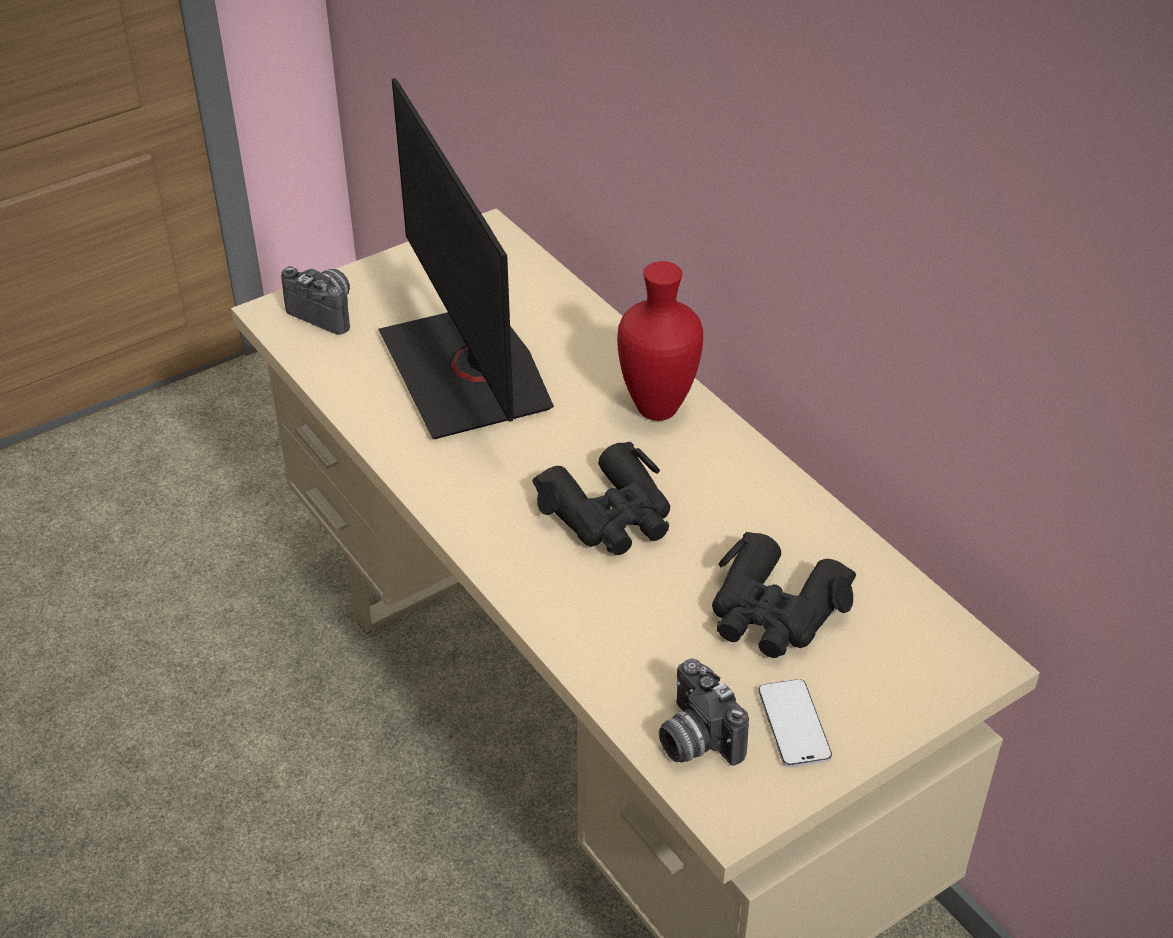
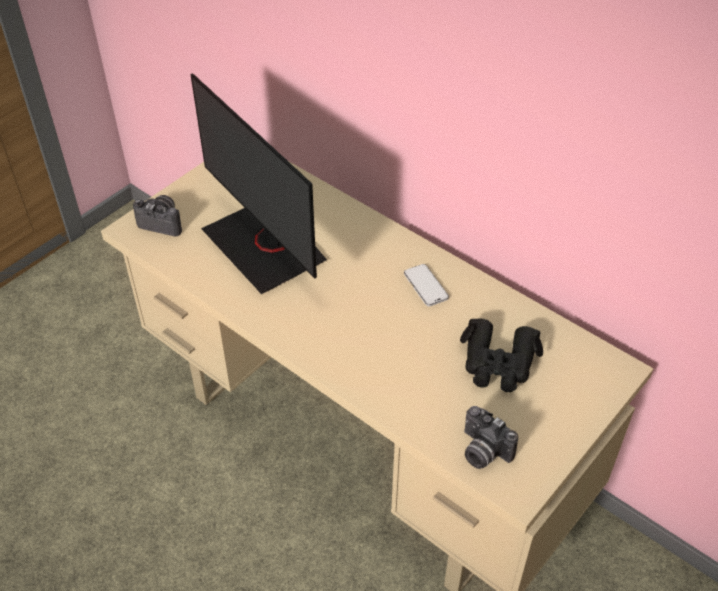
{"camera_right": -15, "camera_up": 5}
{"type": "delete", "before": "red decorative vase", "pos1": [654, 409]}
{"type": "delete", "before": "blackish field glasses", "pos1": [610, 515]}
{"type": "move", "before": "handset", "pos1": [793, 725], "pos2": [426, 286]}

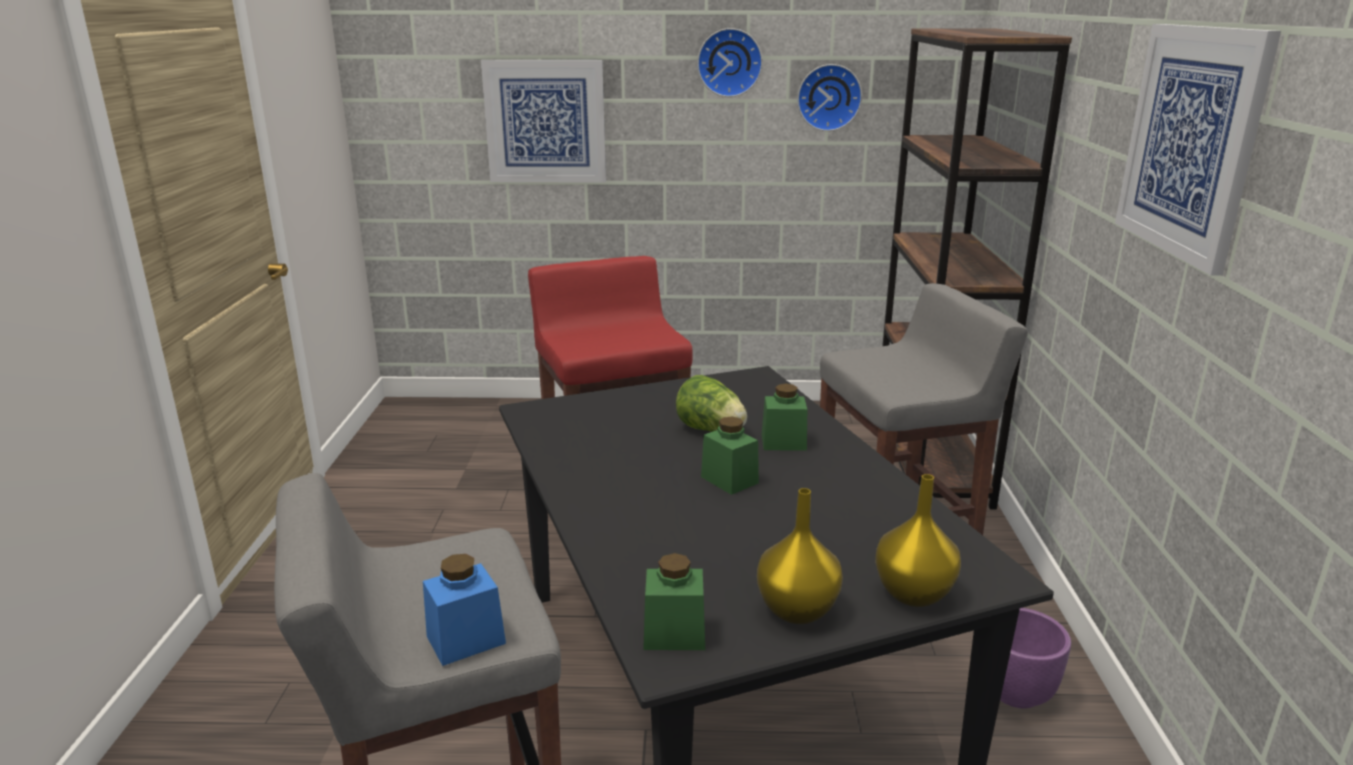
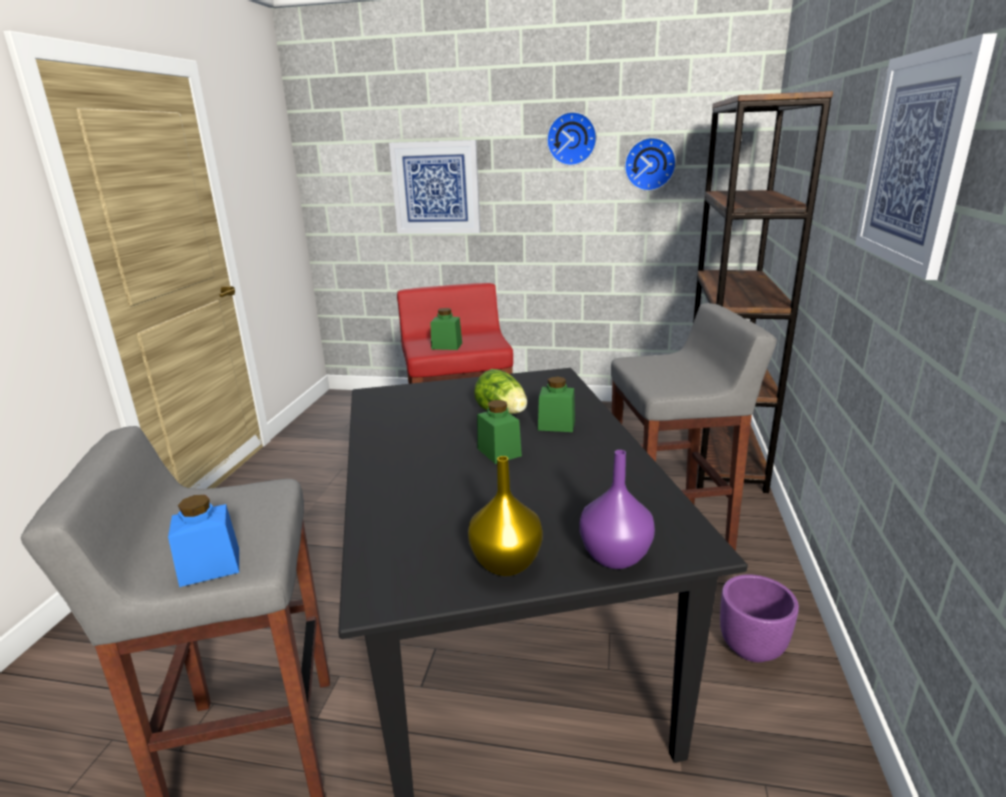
{"camera_right": 10, "camera_up": 0}
{"type": "recolor", "before": "yellowish decorative vase", "after": "purplish decorative vase", "pos1": [913, 594], "pos2": [614, 557]}
{"type": "move", "before": "greenish preserve jar", "pos1": [674, 634], "pos2": [447, 346]}

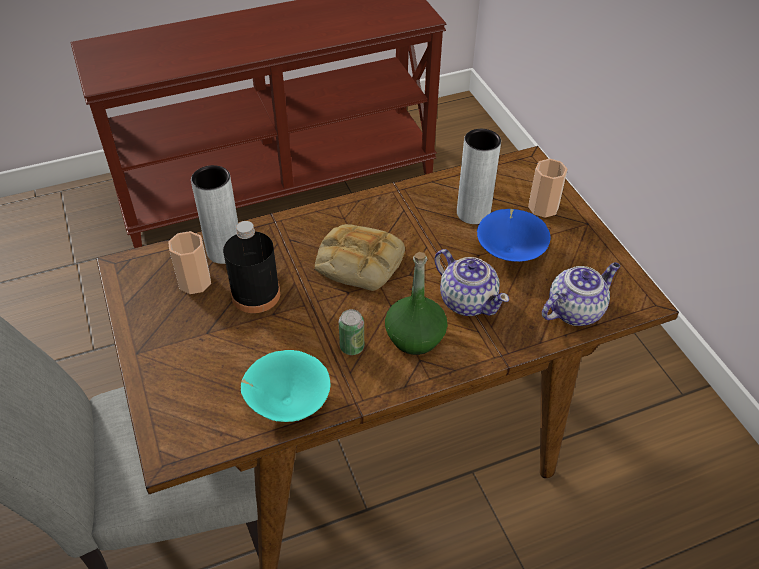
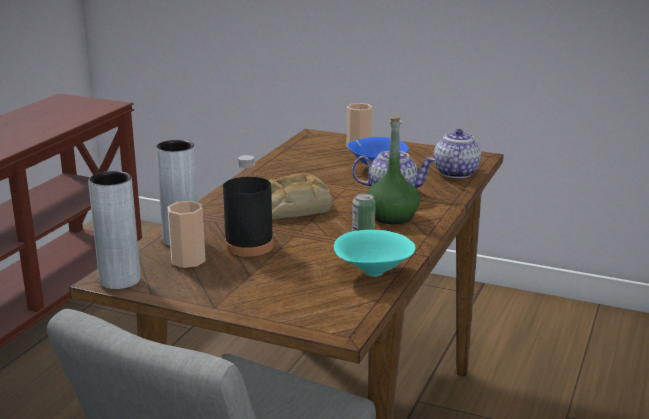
{"camera_right": -45, "camera_up": -25}
{"type": "move", "before": "gray decorative vase", "pos1": [473, 213], "pos2": [120, 280]}

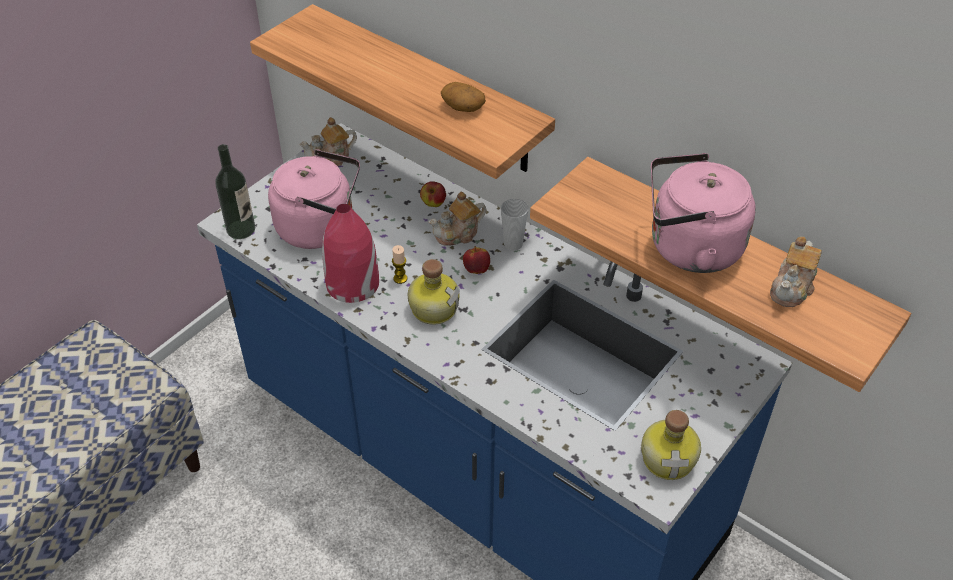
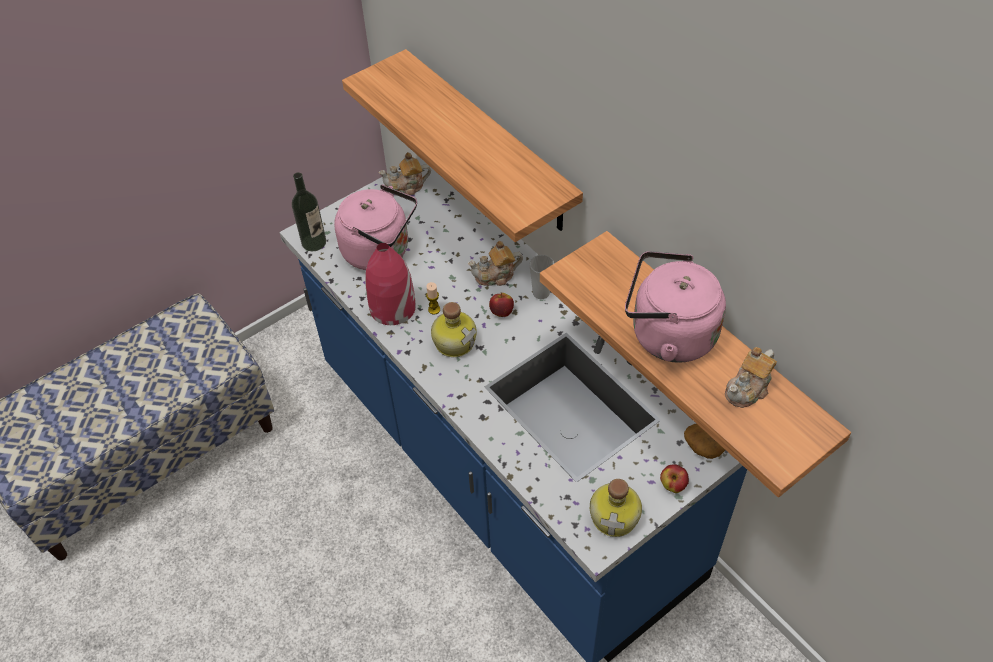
{"camera_right": 15, "camera_up": 5}
{"type": "move", "before": "potato", "pos1": [462, 107], "pos2": [702, 447]}
{"type": "move", "before": "whole apple", "pos1": [433, 204], "pos2": [673, 485]}

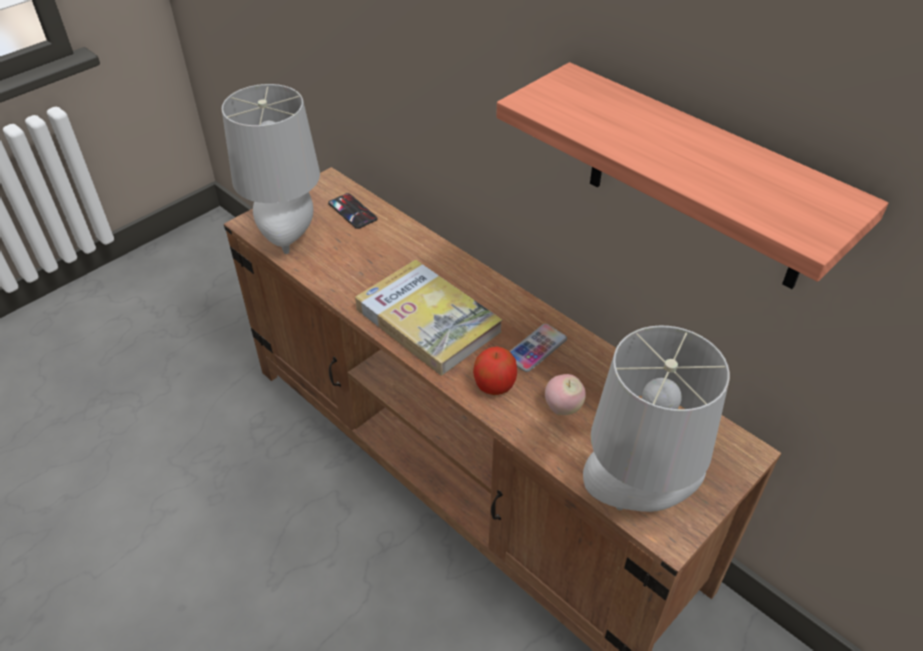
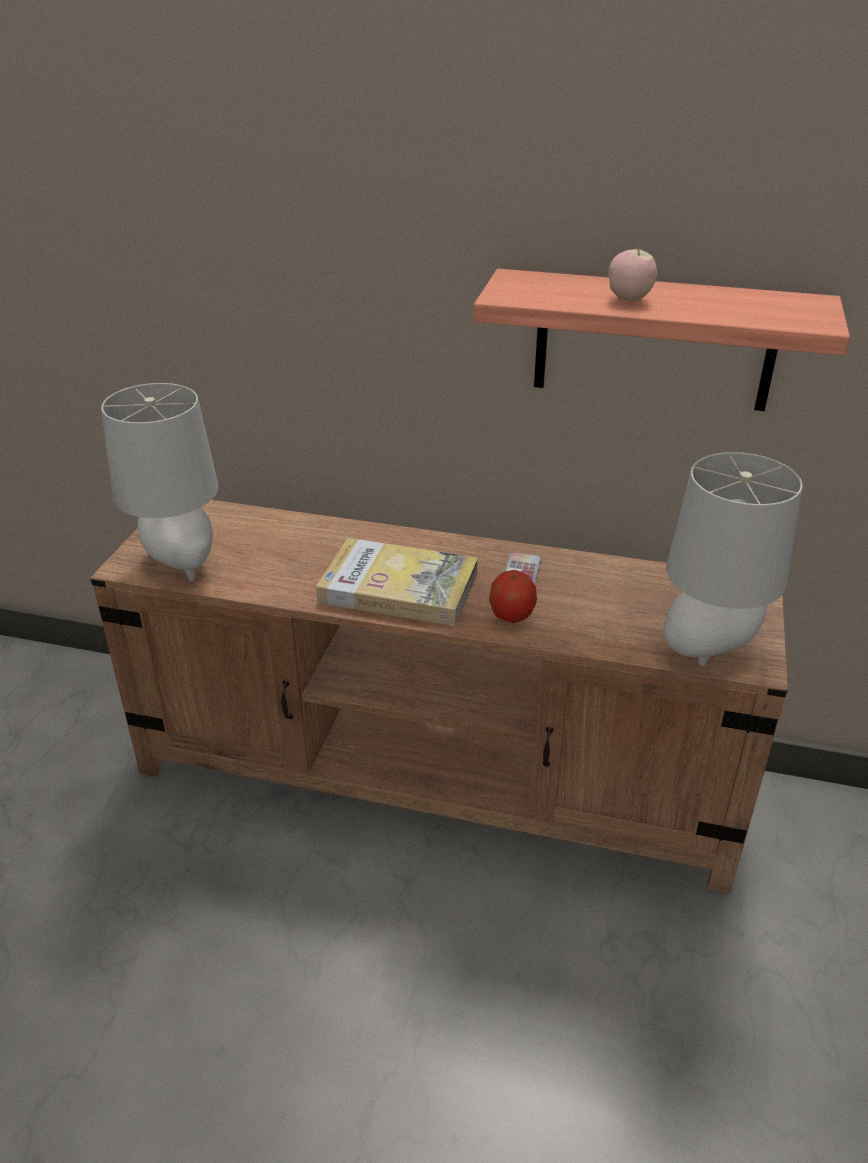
{"camera_right": -30, "camera_up": -10}
{"type": "delete", "before": "handset", "pos1": [352, 211]}
{"type": "move", "before": "whole apple", "pos1": [563, 408], "pos2": [629, 299]}

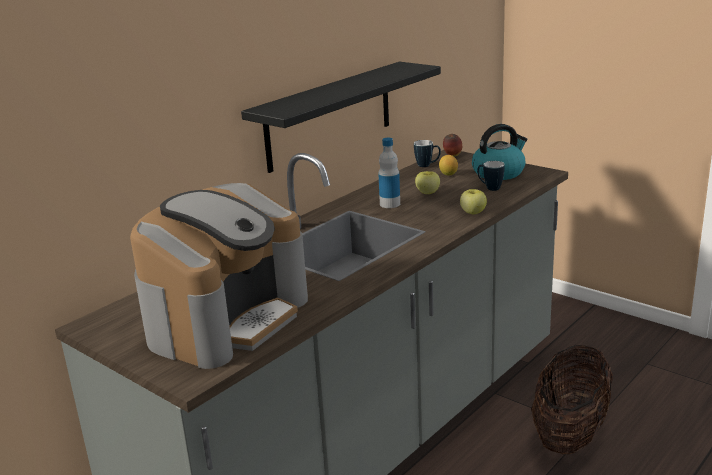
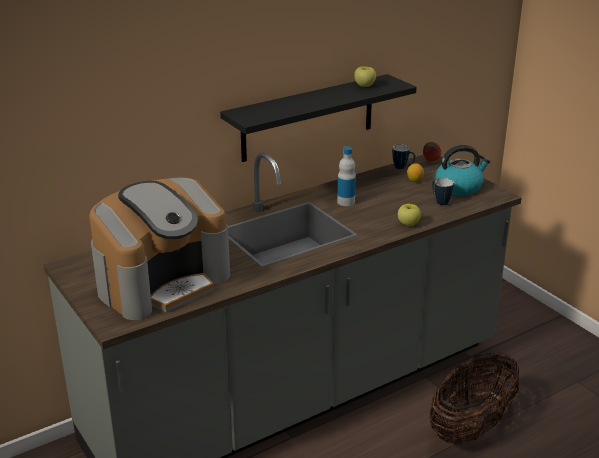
{"camera_right": 15, "camera_up": 5}
{"type": "move", "before": "whole apple", "pos1": [427, 193], "pos2": [364, 86]}

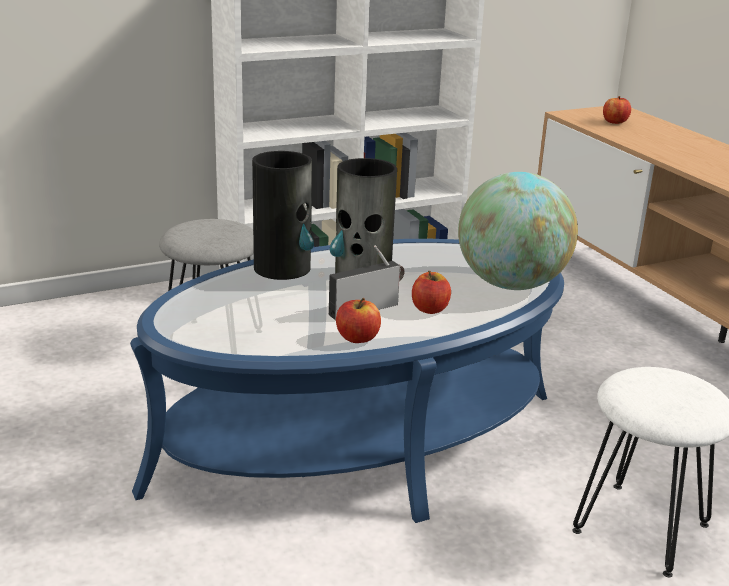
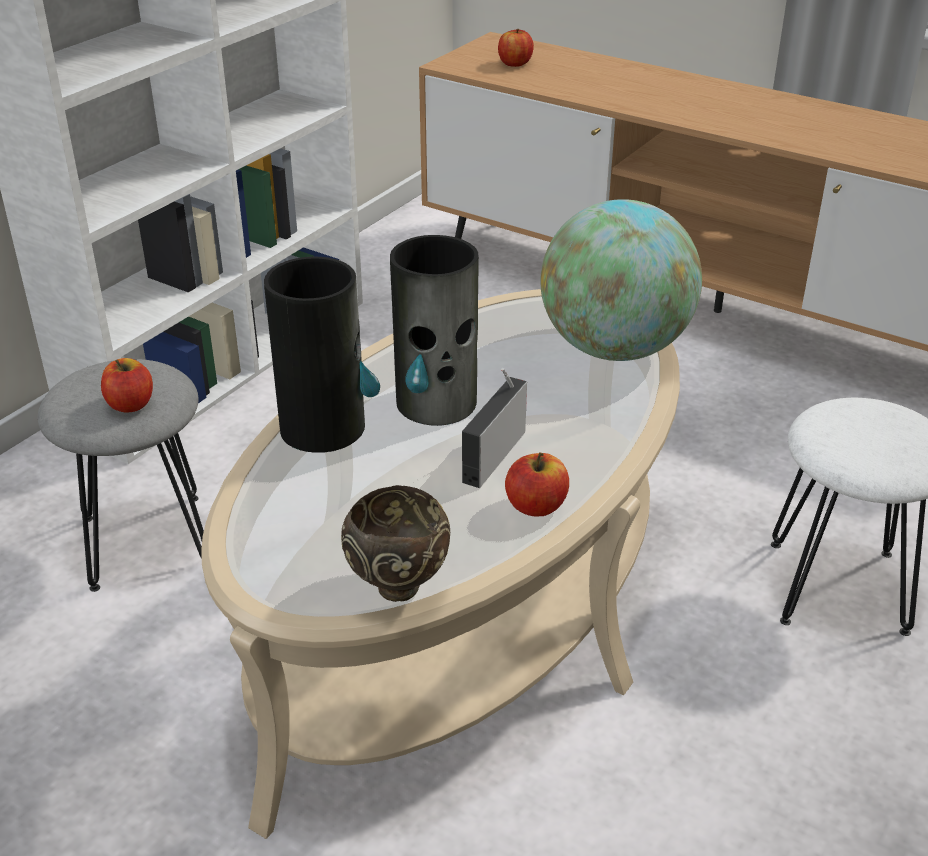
{"camera_right": -30, "camera_up": 10}
{"type": "recolor", "before": "blue-coloured low table", "after": "beige low table", "pos1": [358, 441], "pos2": [464, 612]}
{"type": "move", "before": "whole apple", "pos1": [430, 309], "pos2": [130, 404]}
{"type": "insert", "after": "brown-coloured deep dish", "pos2": [398, 585]}

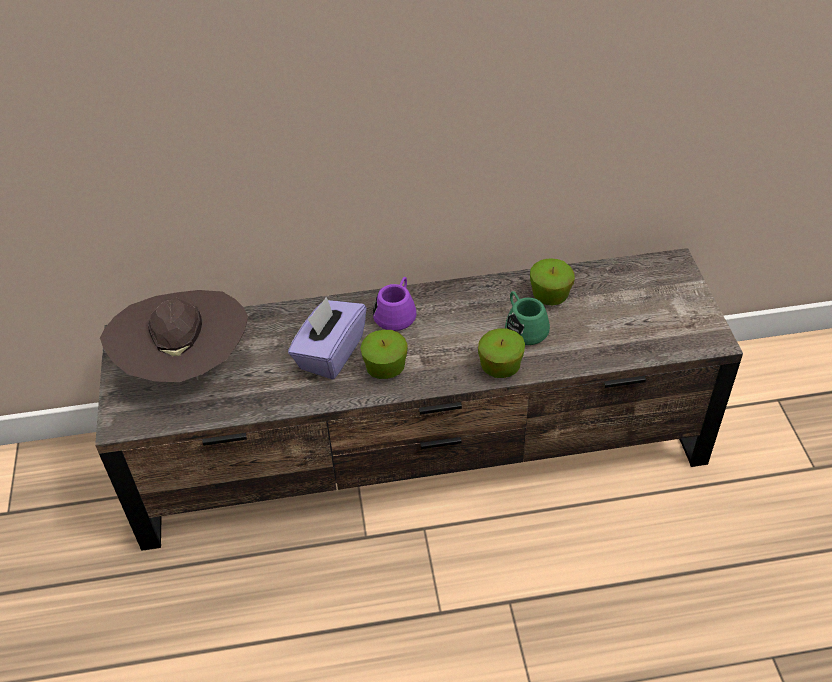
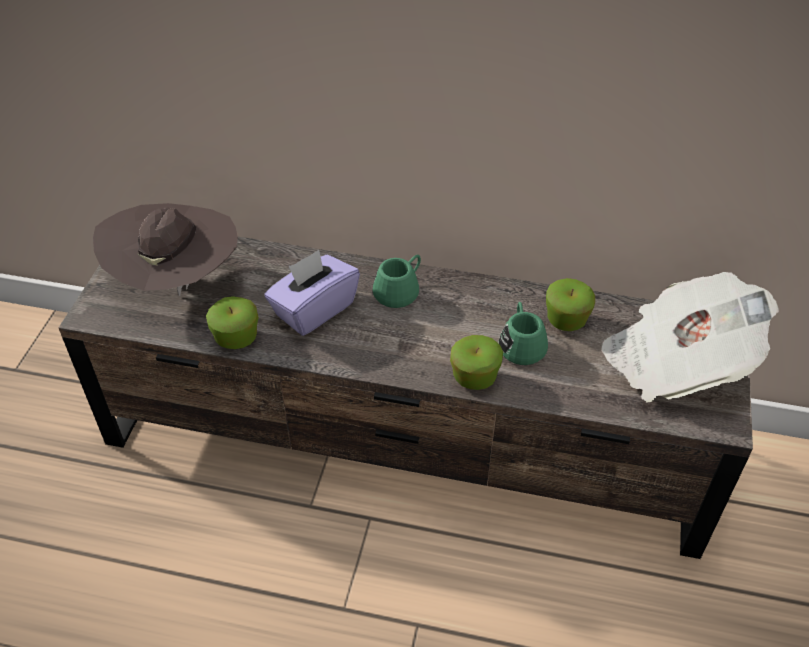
{"camera_right": 20, "camera_up": 0}
{"type": "recolor", "before": "purplish tea mug", "after": "greenish tea mug", "pos1": [397, 313], "pos2": [400, 290]}
{"type": "move", "before": "whole apple", "pos1": [385, 368], "pos2": [236, 338]}
{"type": "insert", "after": "daily paper", "pos2": [676, 362]}

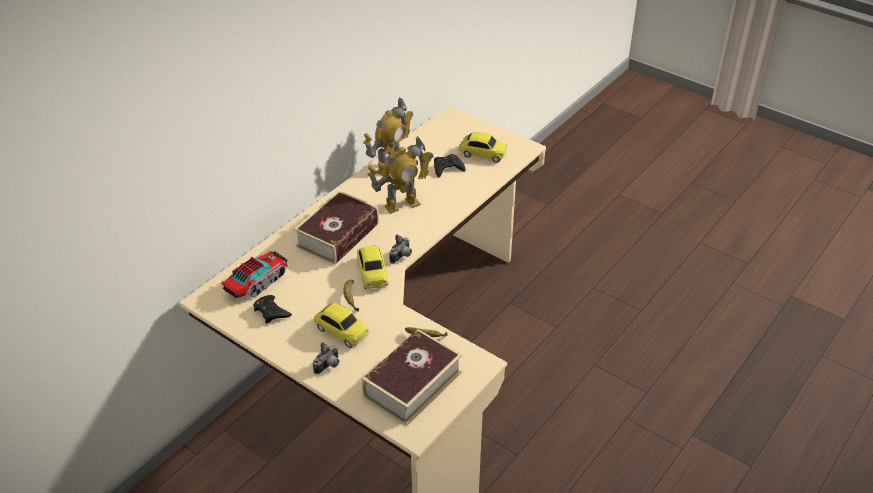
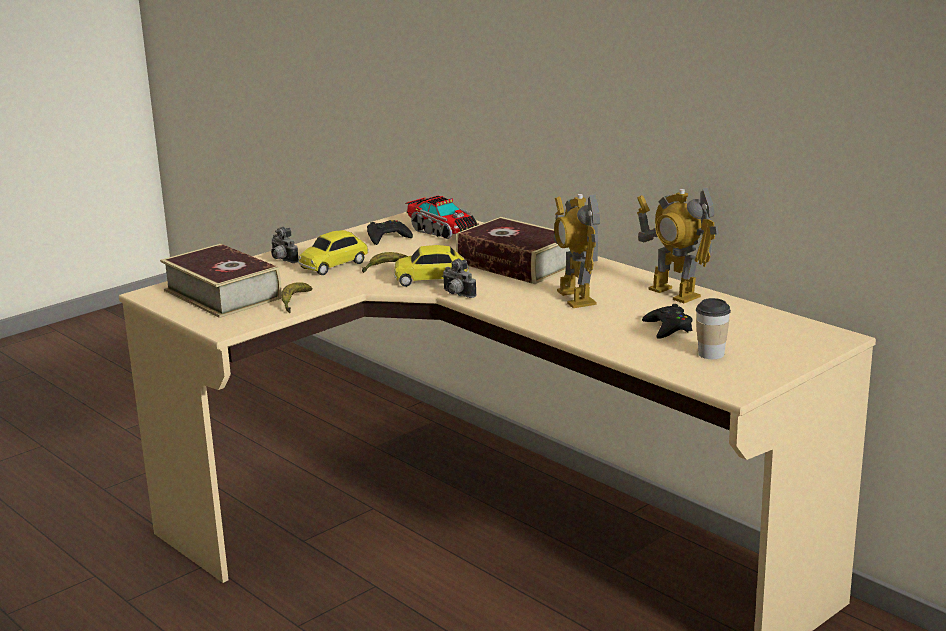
{"camera_right": 100, "camera_up": -20}
{"type": "replace", "before": "toy car", "after": "cup", "pos1": [482, 154], "pos2": [711, 354]}

